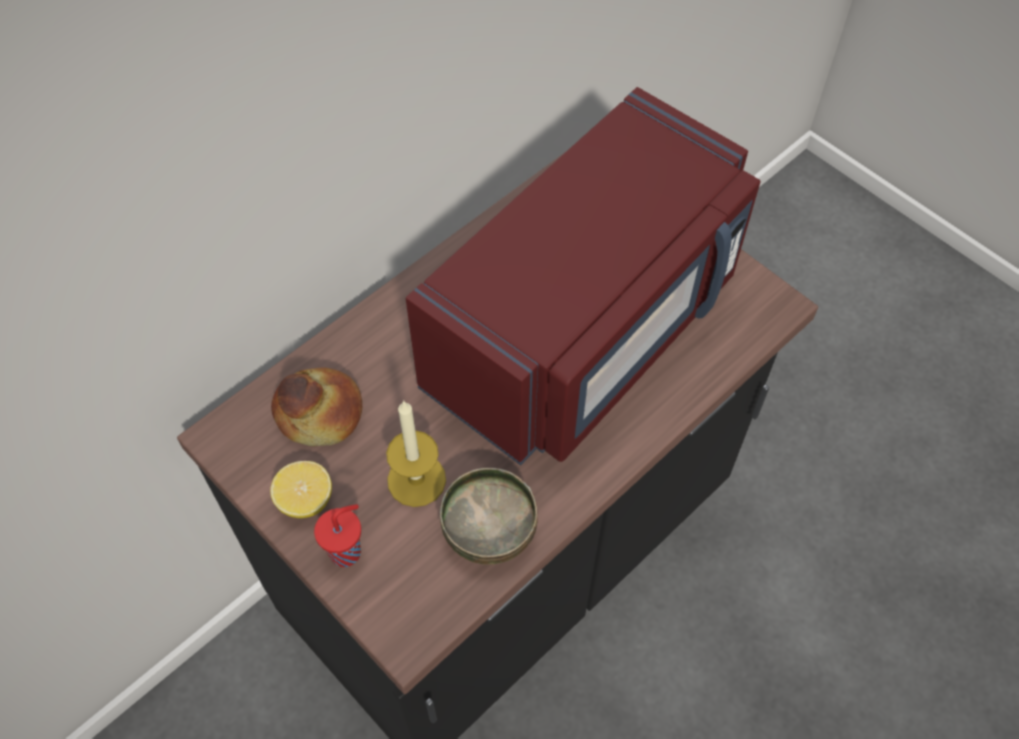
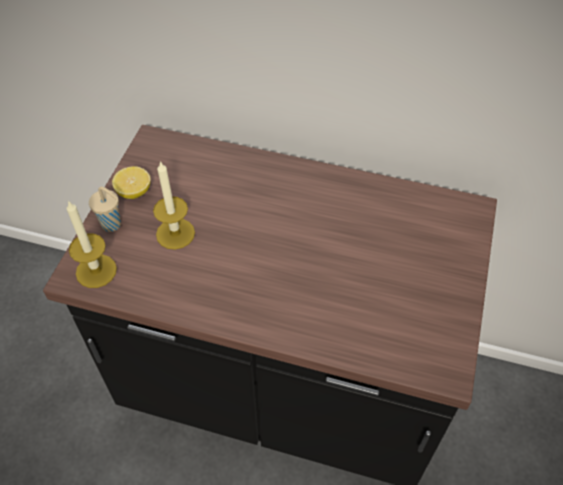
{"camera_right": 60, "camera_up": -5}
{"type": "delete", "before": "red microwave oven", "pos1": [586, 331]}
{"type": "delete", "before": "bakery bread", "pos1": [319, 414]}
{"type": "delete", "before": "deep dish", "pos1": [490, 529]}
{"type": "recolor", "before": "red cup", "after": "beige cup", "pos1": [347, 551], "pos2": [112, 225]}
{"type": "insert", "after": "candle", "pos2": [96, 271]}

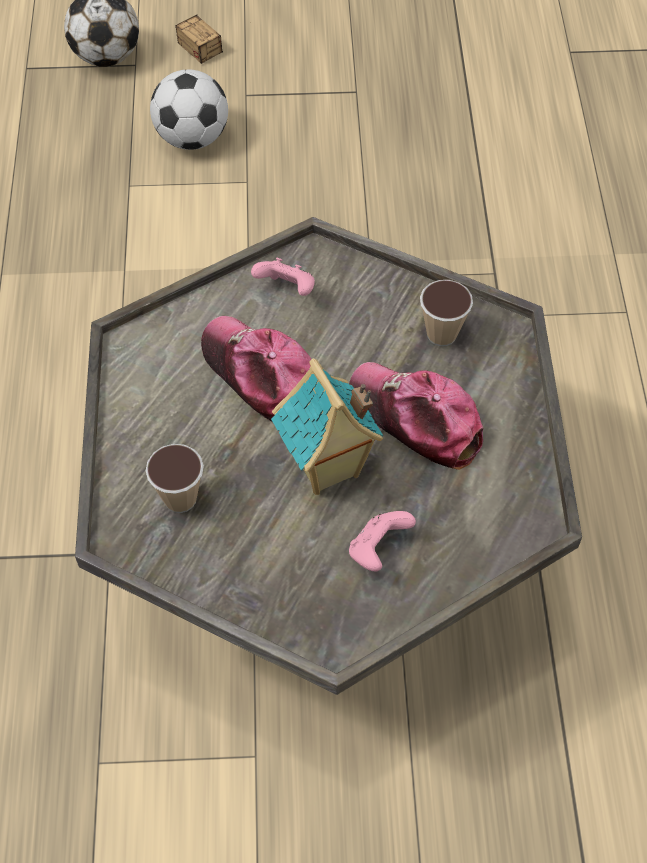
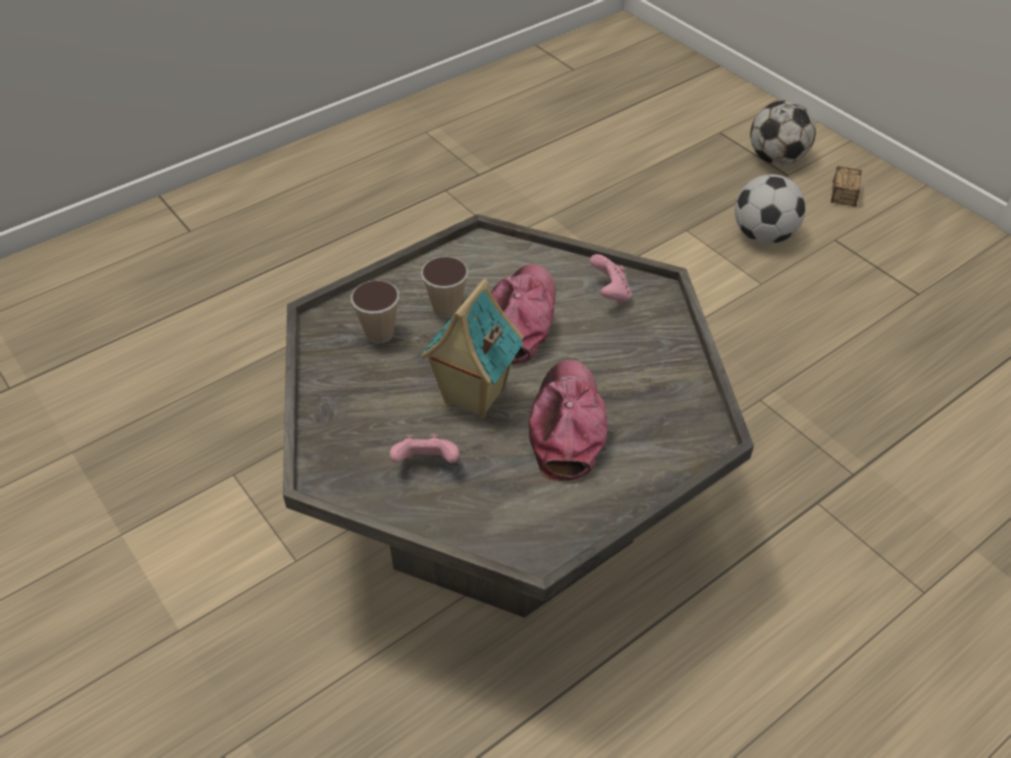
{"camera_right": 55, "camera_up": -10}
{"type": "move", "before": "cup", "pos1": [441, 334], "pos2": [446, 309]}

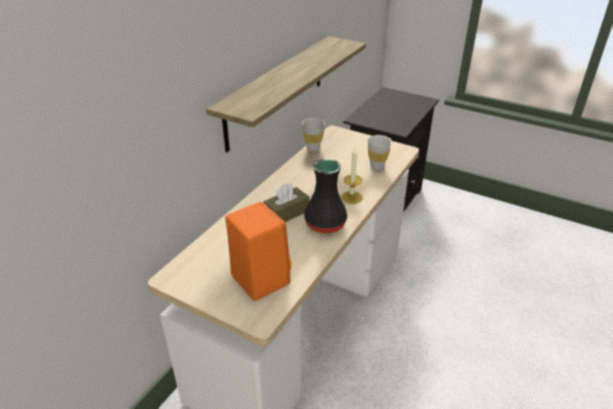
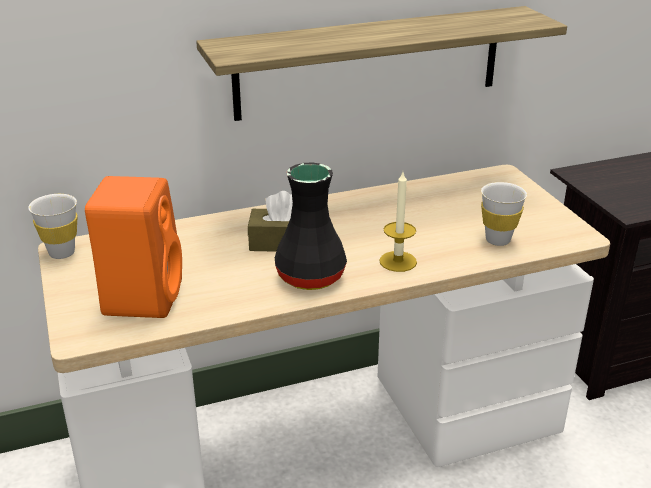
{"camera_right": 40, "camera_up": -5}
{"type": "move", "before": "white-coloured cup", "pos1": [313, 148], "pos2": [62, 253]}

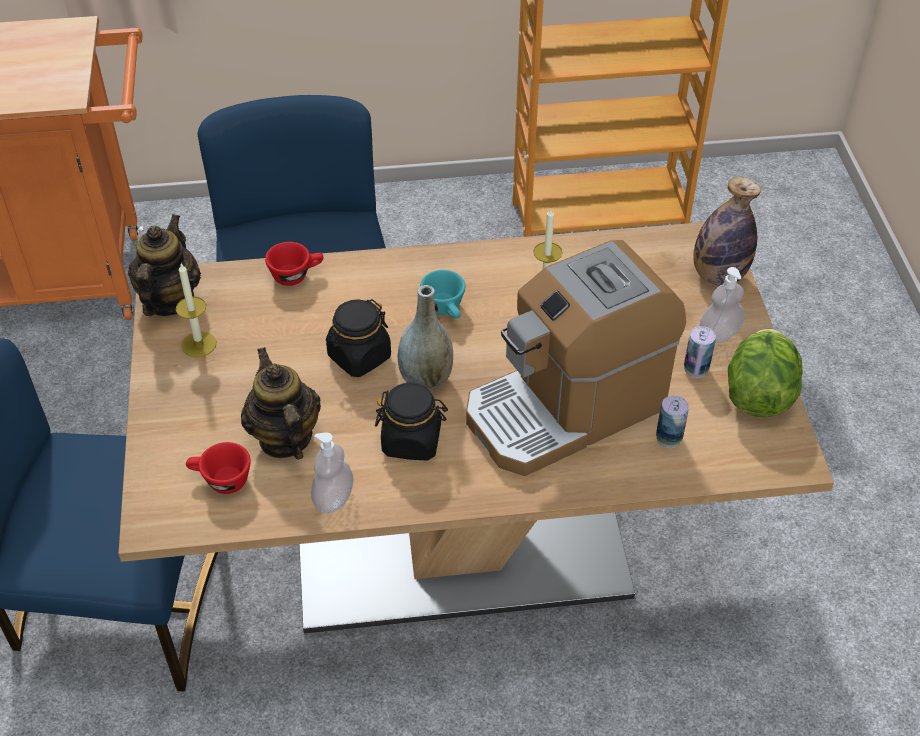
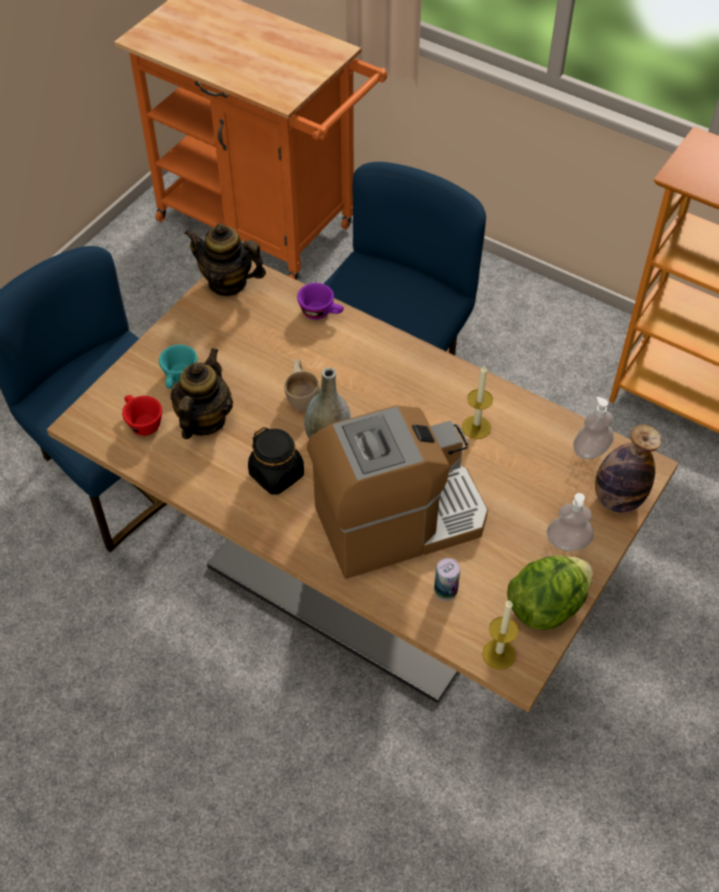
{"camera_right": 40, "camera_up": 5}
{"type": "rotate", "before": "teapot", "pos1": [169, 300], "pos2": [228, 282], "turn": -120}
{"type": "rotate", "before": "coffee maker", "pos1": [566, 408], "pos2": [398, 521], "turn": 150}
{"type": "recolor", "before": "red cup", "after": "purplish cup", "pos1": [296, 275], "pos2": [321, 313]}
{"type": "move", "before": "candle", "pos1": [199, 344], "pos2": [498, 654]}
{"type": "move", "before": "turquoise-coloured cup", "pos1": [446, 309], "pos2": [179, 378]}
{"type": "replace", "before": "blackish preserve jar", "after": "beige cup", "pos1": [359, 357], "pos2": [302, 395]}
{"type": "delete", "before": "can", "pos1": [696, 369]}
{"type": "move", "before": "soap dispenser", "pos1": [333, 498], "pos2": [591, 450]}

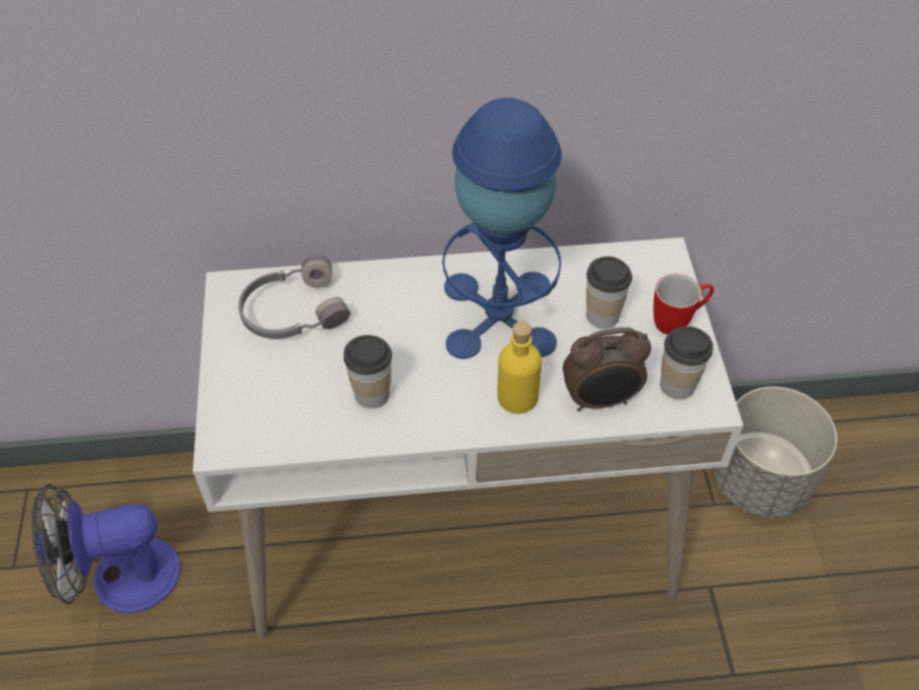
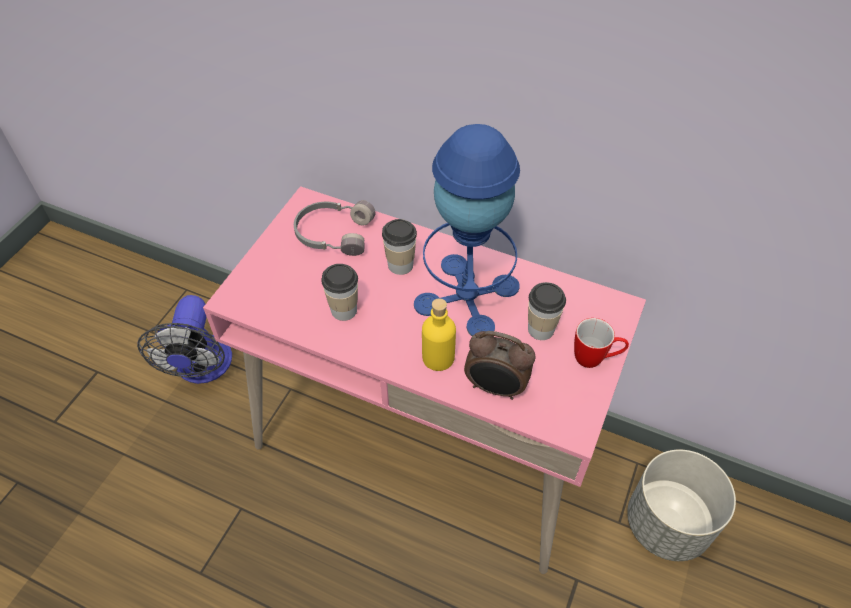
{"camera_right": 30, "camera_up": 0}
{"type": "recolor", "before": "white-coloured desk unit", "after": "pinkish desk unit", "pos1": [459, 524], "pos2": [426, 441]}
{"type": "move", "before": "cup", "pos1": [677, 385], "pos2": [400, 265]}
{"type": "rotate", "before": "fan", "pos1": [120, 579], "pos2": [202, 369], "turn": -105}

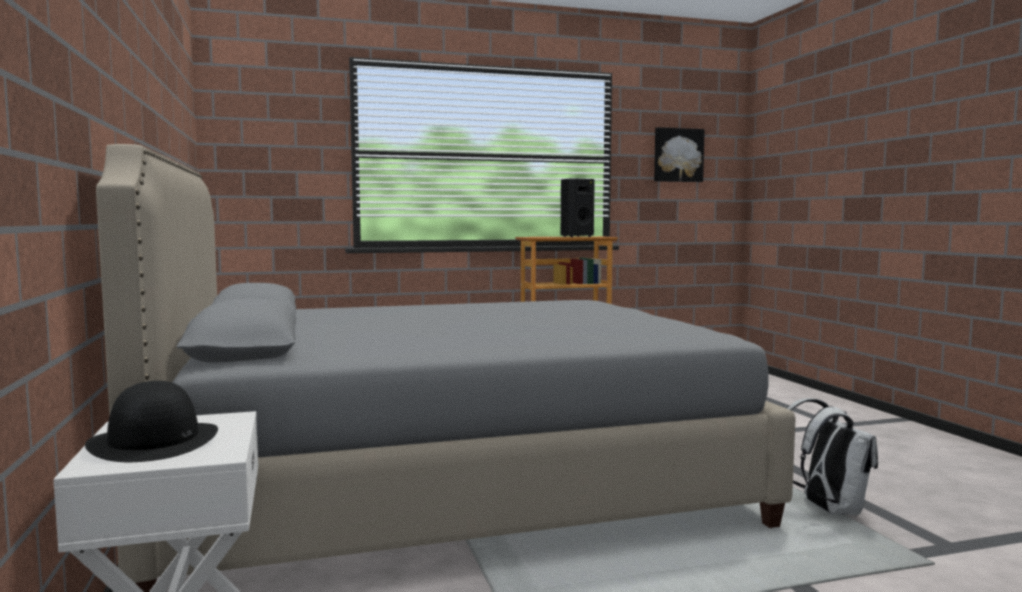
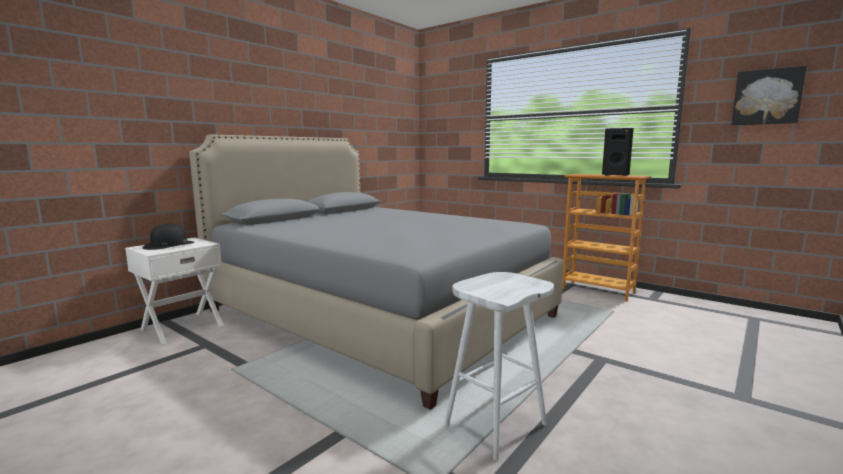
{"camera_right": 55, "camera_up": 5}
{"type": "replace", "before": "white-coloured rucksack", "after": "white-coloured stool", "pos1": [827, 509], "pos2": [495, 424]}

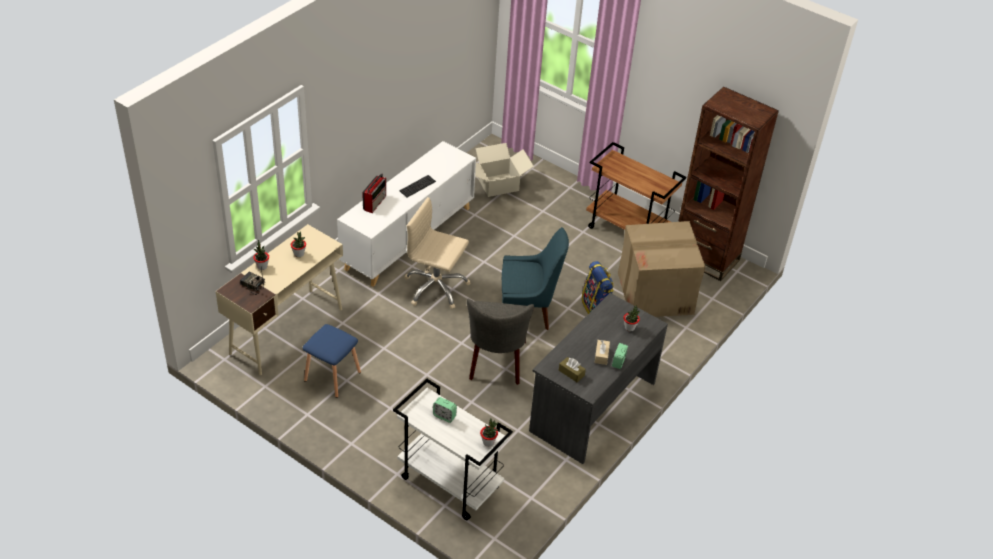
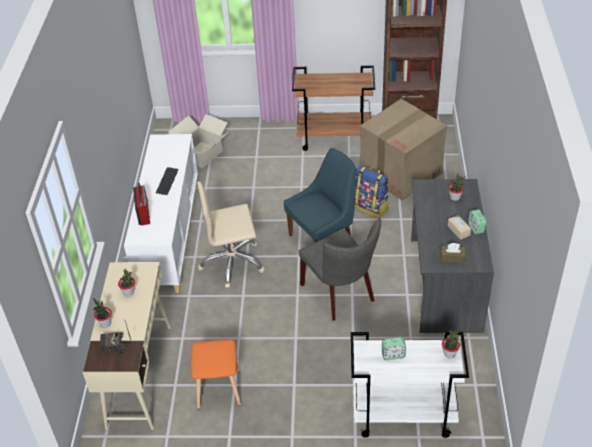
{"camera_right": -30, "camera_up": 0}
{"type": "recolor", "before": "blue-coloured stool", "after": "orangey stool", "pos1": [332, 377], "pos2": [219, 390]}

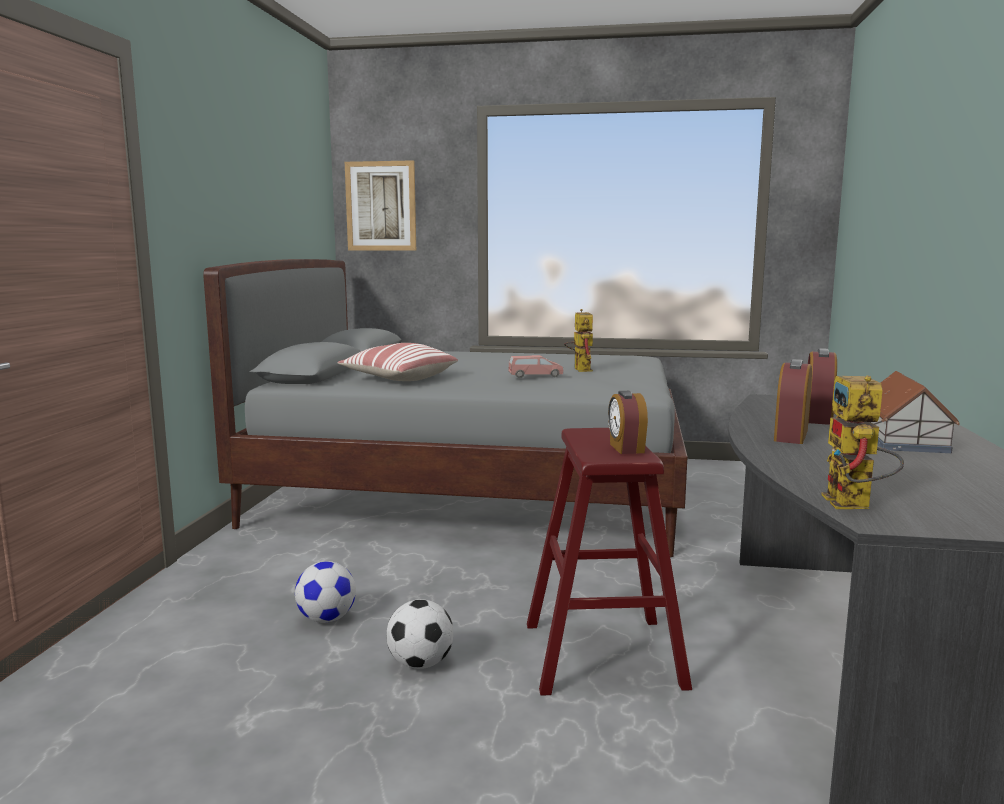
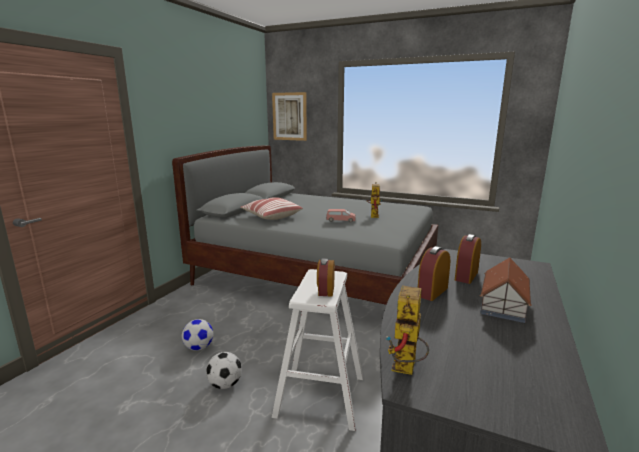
{"camera_right": 15, "camera_up": 5}
{"type": "recolor", "before": "red stool", "after": "white-coloured stool", "pos1": [602, 654], "pos2": [320, 395]}

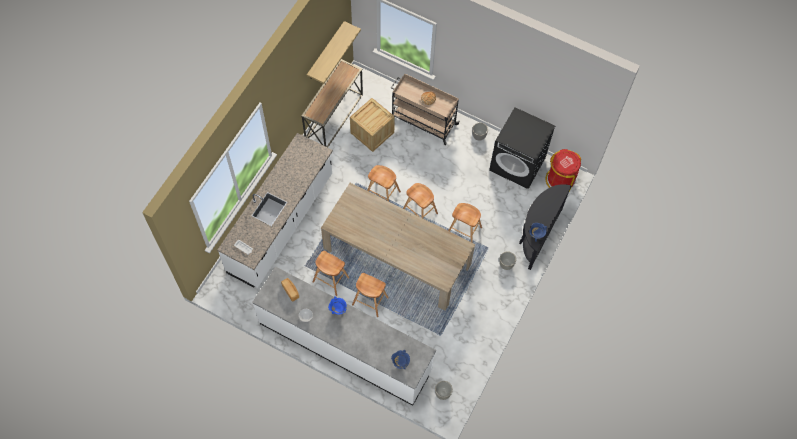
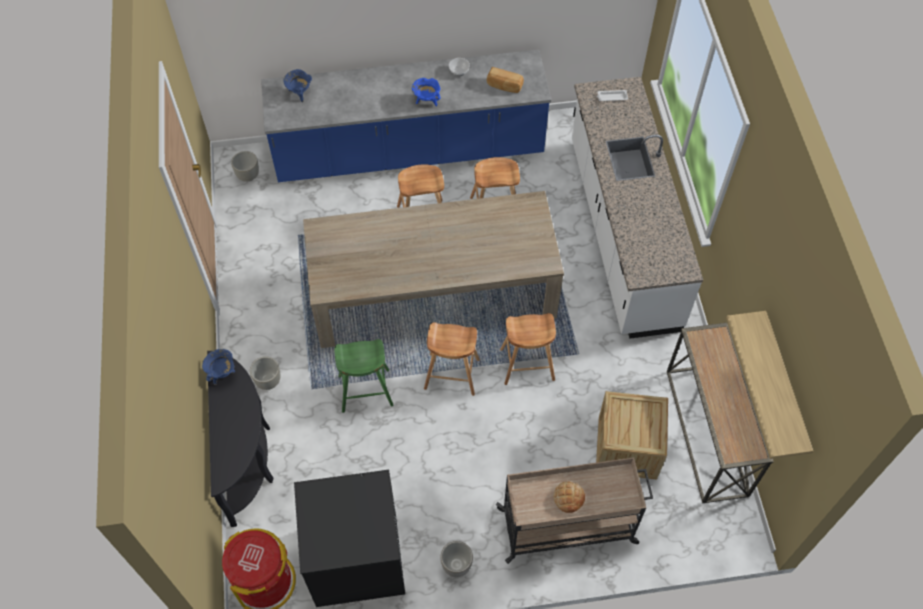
{"camera_right": 145, "camera_up": -5}
{"type": "recolor", "before": "brown-coloured stool", "after": "greenish stool", "pos1": [464, 230], "pos2": [366, 390]}
{"type": "recolor", "before": "white-coloured kitchen base unit", "after": "blue-coloured kitchen base unit", "pos1": [345, 346], "pos2": [409, 152]}

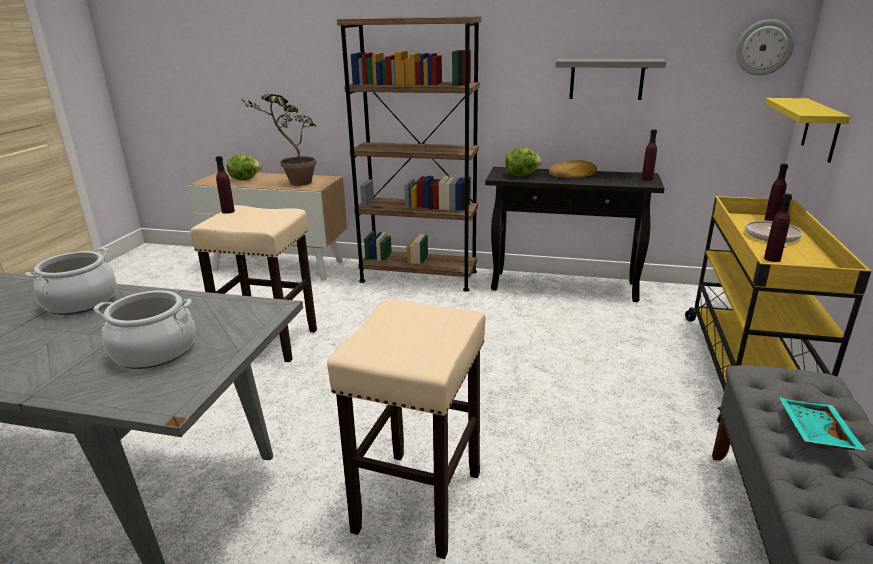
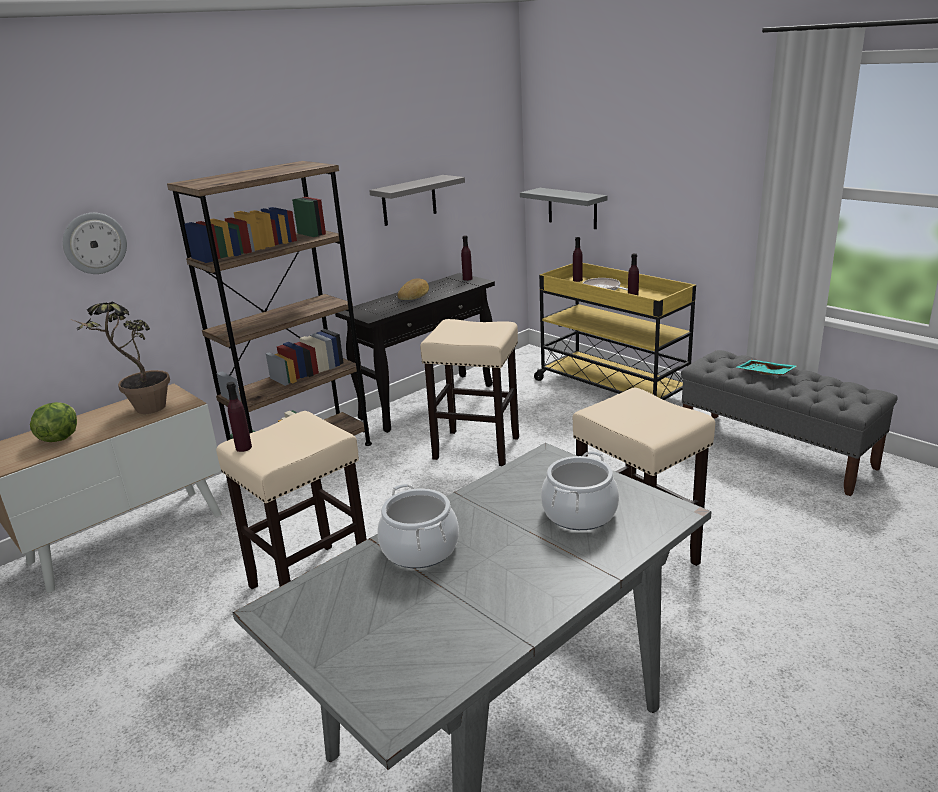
{"camera_right": -55, "camera_up": 0}
{"type": "move", "before": "wall clock", "pos1": [764, 47], "pos2": [94, 243]}
{"type": "recolor", "before": "yellowish wall shelf", "after": "gray wall shelf", "pos1": [821, 130], "pos2": [572, 208]}
{"type": "delete", "before": "head of lettuce", "pos1": [521, 175]}
{"type": "insert", "after": "beige stool", "pos2": [477, 448]}

